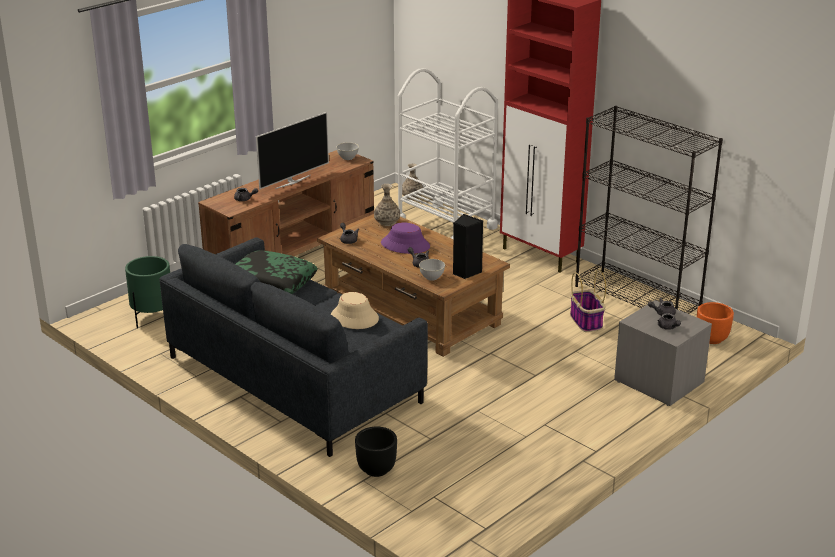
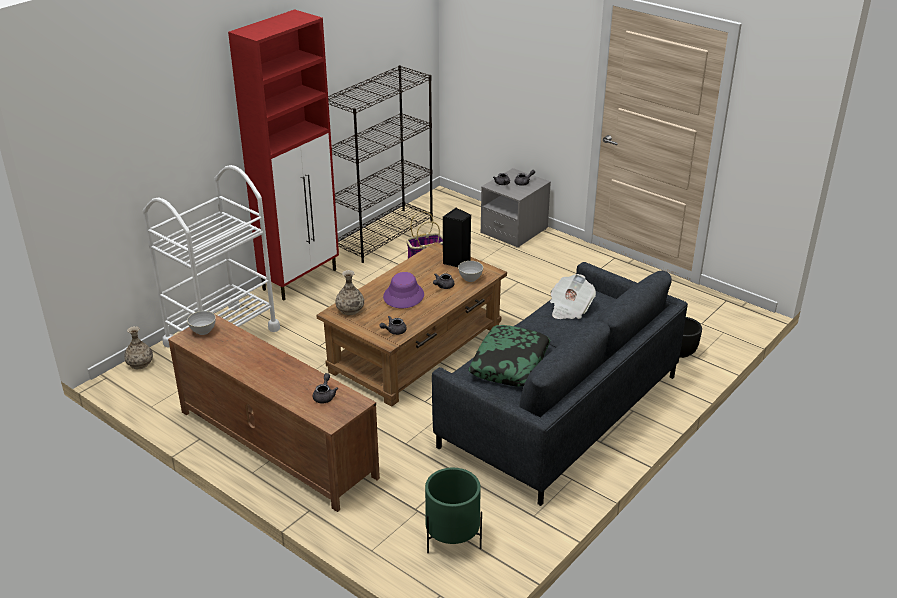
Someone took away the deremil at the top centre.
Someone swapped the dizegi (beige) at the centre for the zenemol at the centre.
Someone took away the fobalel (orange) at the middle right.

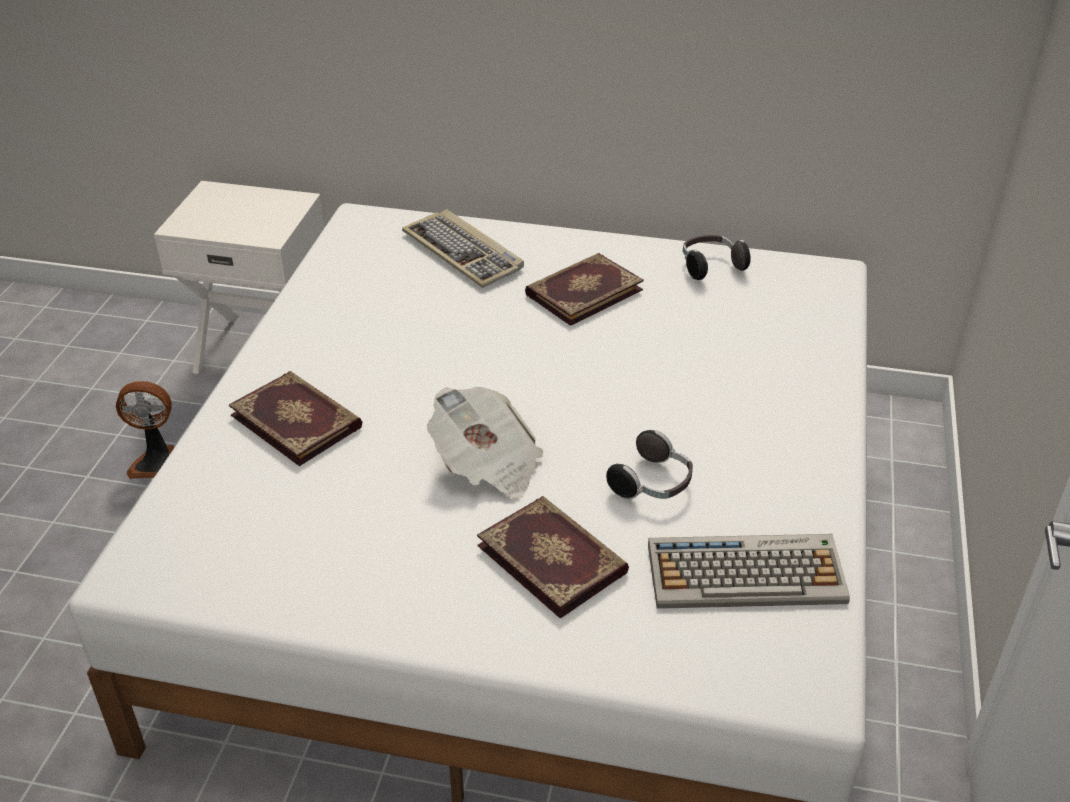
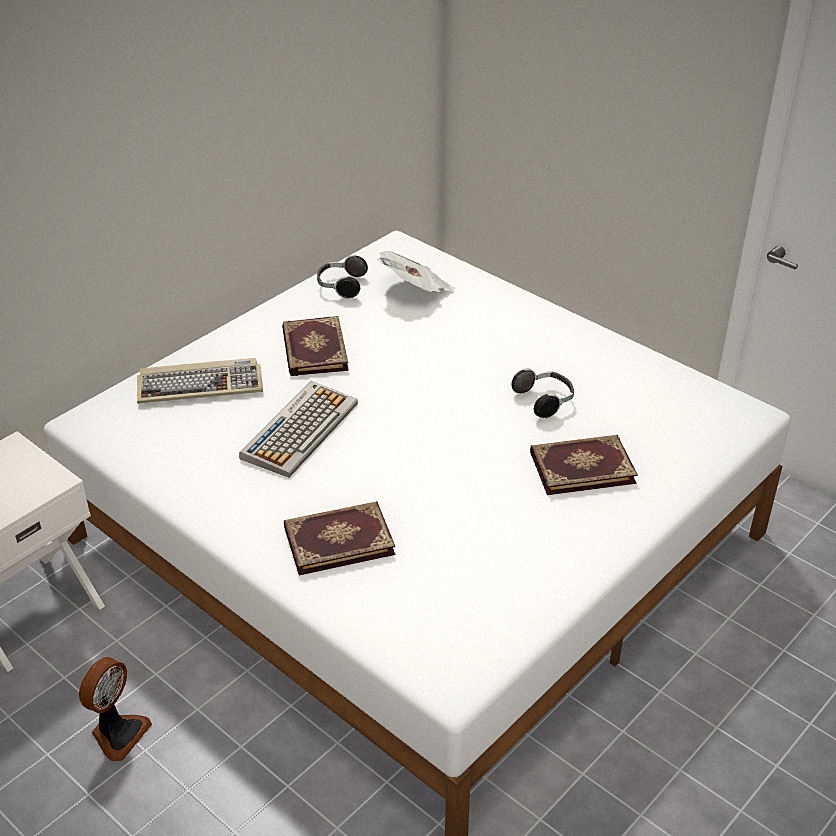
Someone carried the zenemol from the centre to the top centre.
Someone carried the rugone (no. 2 from left) from the bottom right to the centre.

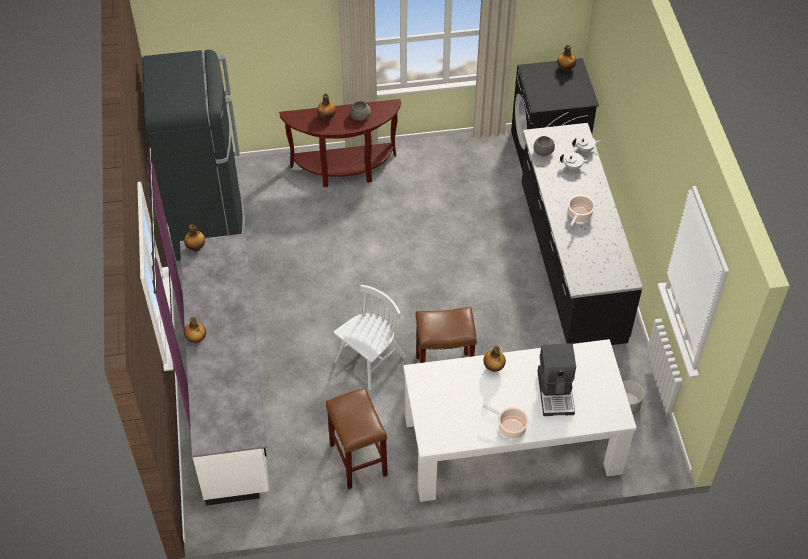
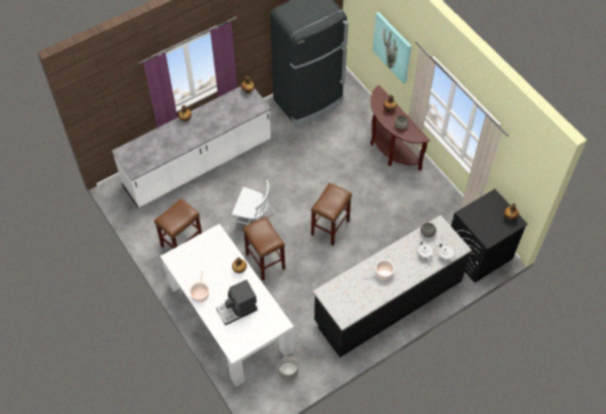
Someone put down the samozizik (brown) (no. 3 from left) at the centre.
Someone put up the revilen at the top centre.

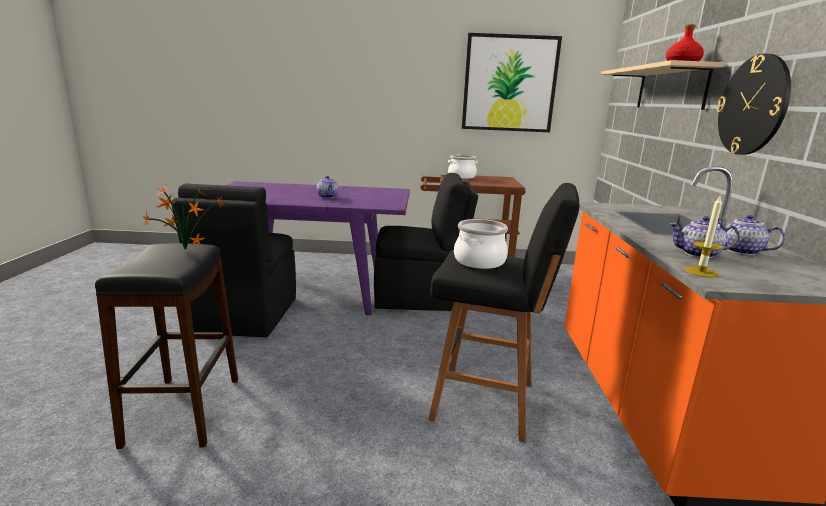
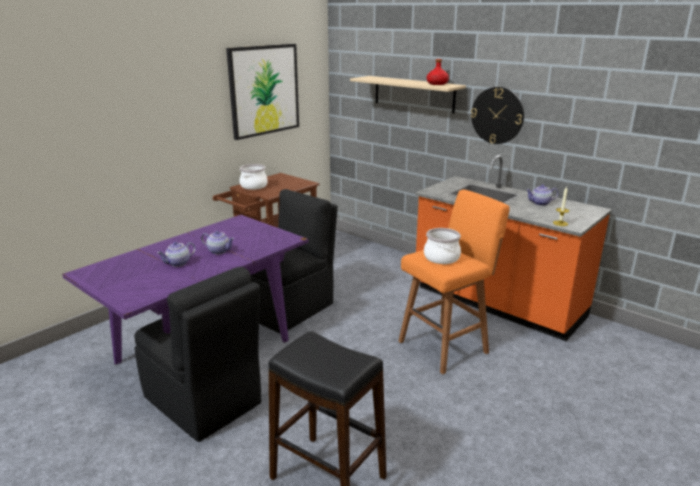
Someone took away the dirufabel at the middle left.
Someone repainted the samozizik (black) (no. 2 from left) at the centre, which became the samozizik (orange) at the centre.
Someone carried the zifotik (no. 2 from left in the first image) from the middle right to the middle left.

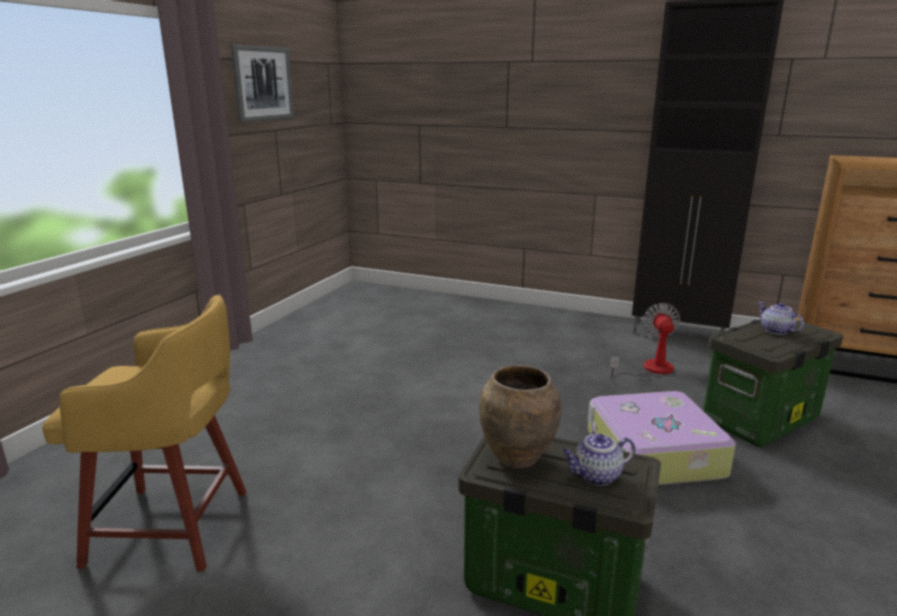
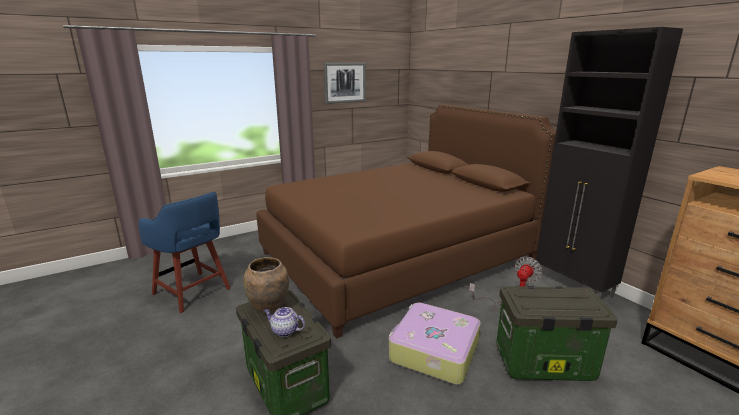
Someone repainted the samozizik (yellow) at the bottom left, which became the samozizik (blue) at the middle left.
Someone took away the zifotik (no. 2 from left) at the middle right.
Someone put down the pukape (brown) at the centre.

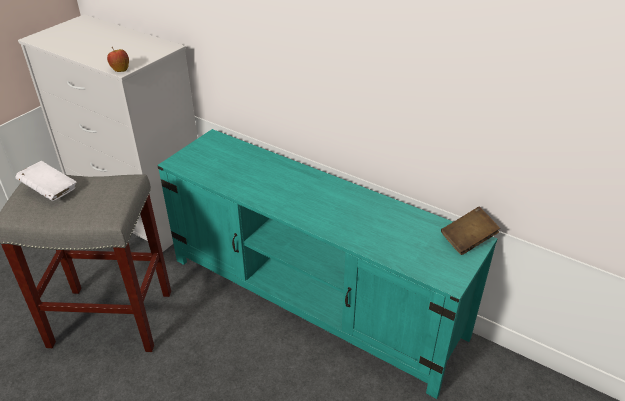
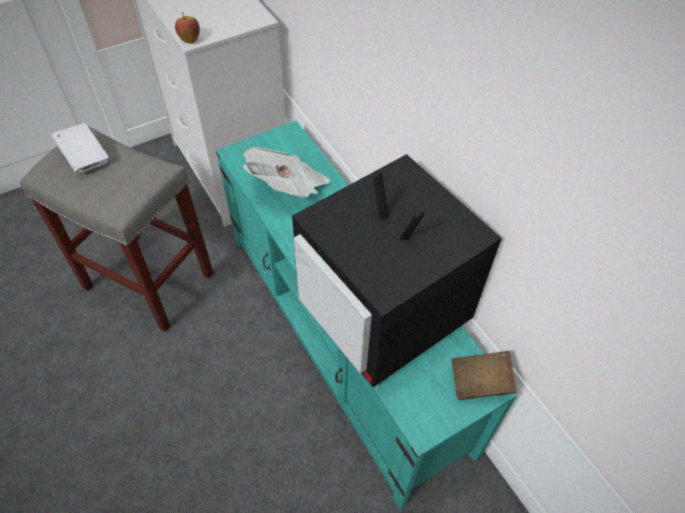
Someone put down the zenemol at the centre.
Someone put down the deremil at the centre.

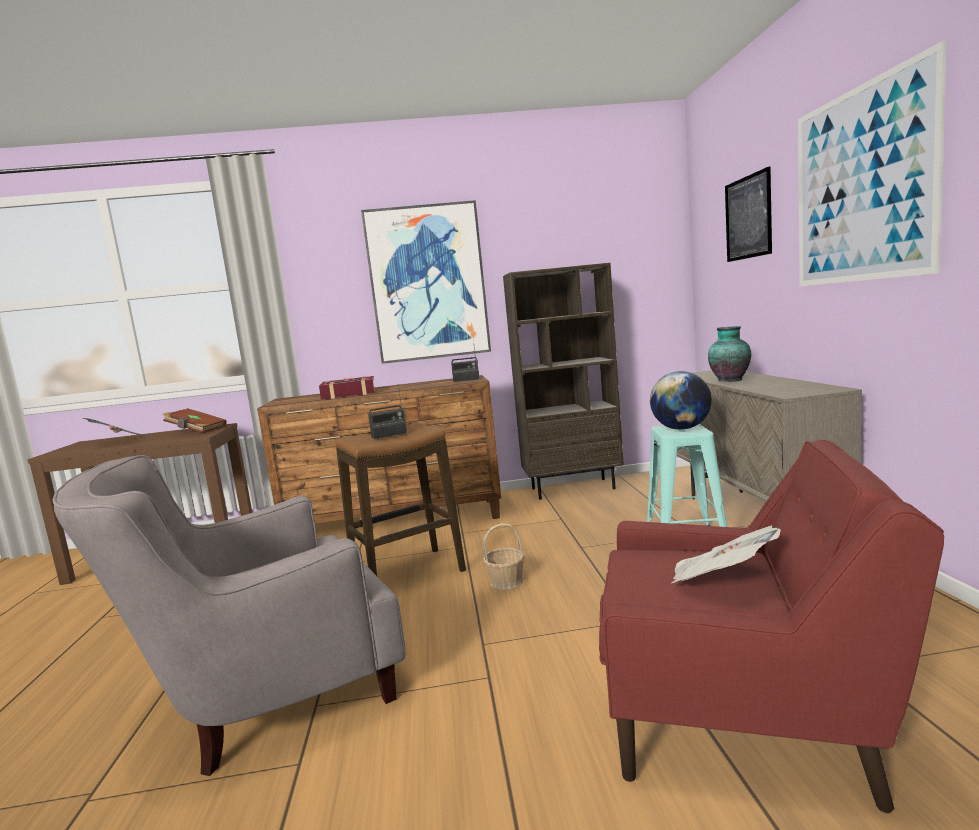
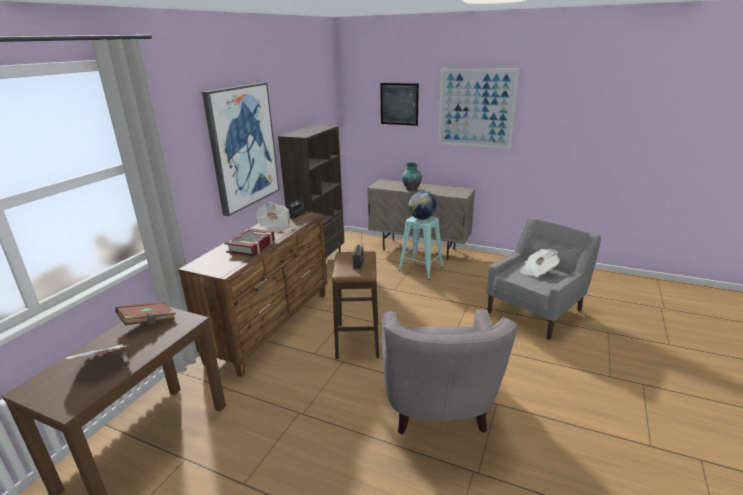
Someone took away the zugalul at the bottom centre.
Someone repainted the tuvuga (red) at the bottom right, which became the tuvuga (grey) (no. 2 from left) at the middle right.
Someone put down the zenemol (no. 2 from left) at the centre.

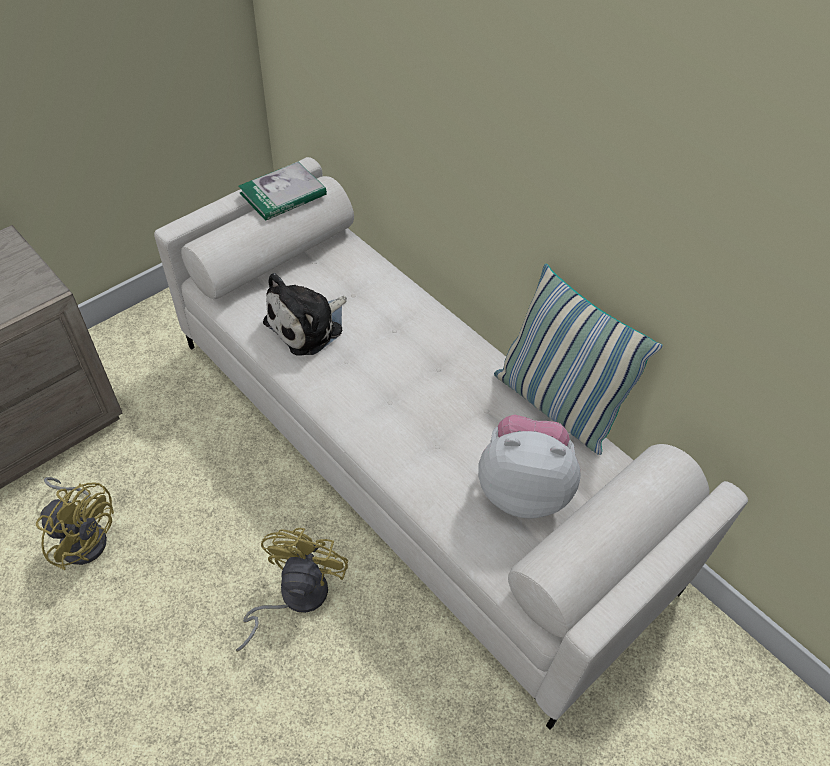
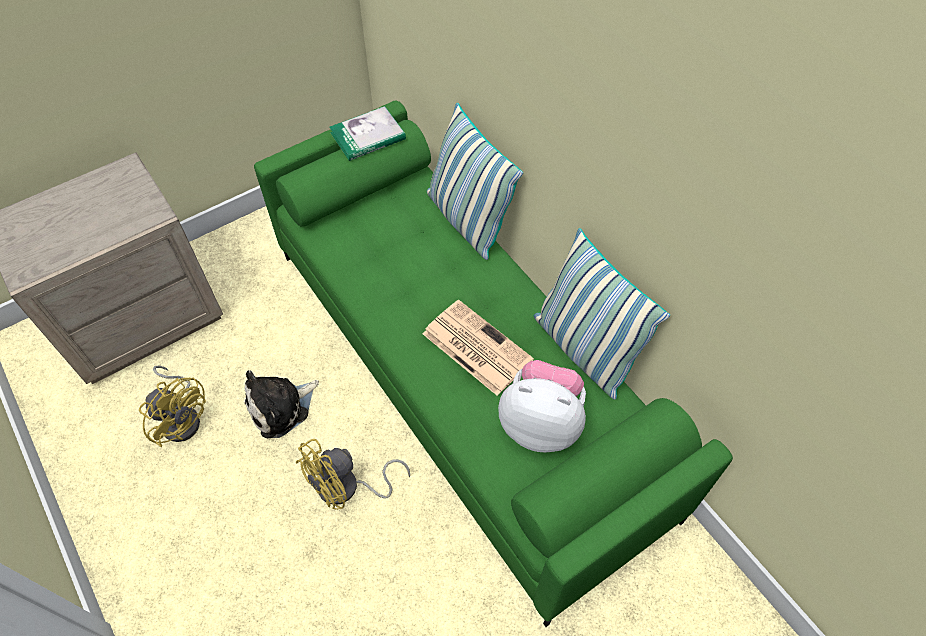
Someone repainted the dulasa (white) at the centre, which became the dulasa (green) at the centre.
Someone rotated the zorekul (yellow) (no. 2 from left) at the bottom centre by 150 degrees counterclockwise.
Someone carried the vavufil (no. 1 from left) from the centre to the middle left.
Someone put down the zenemol at the centre.
Someone put down the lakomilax (no. 1 from left) at the top centre.

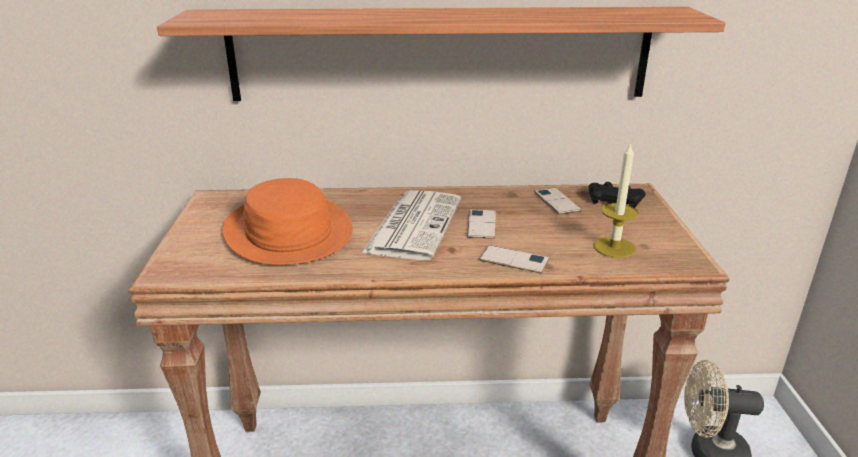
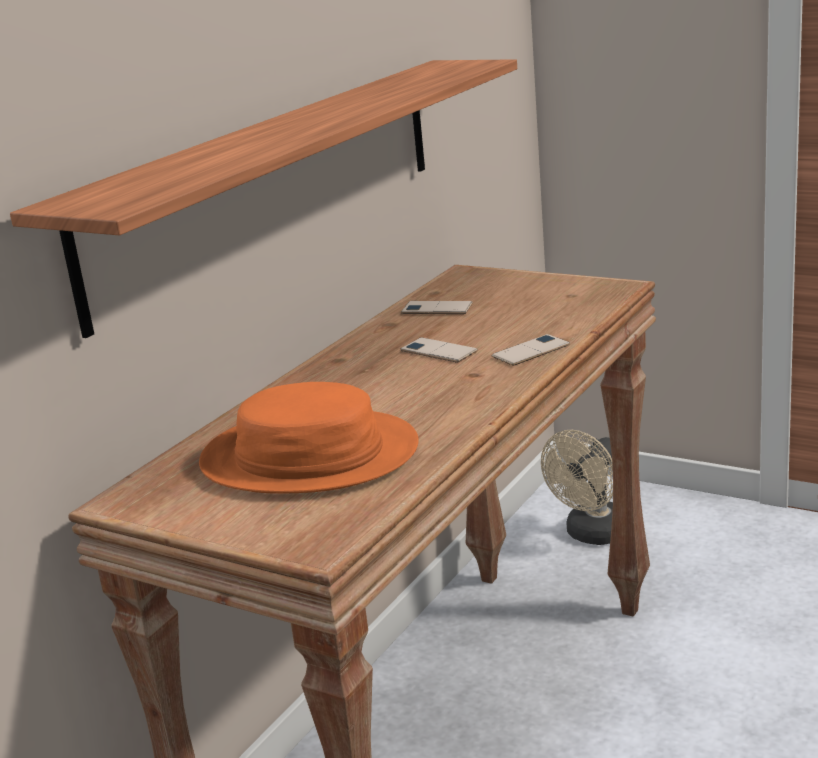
Someone took away the zenemol at the centre.
Someone took away the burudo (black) at the middle right.
Someone took away the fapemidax at the middle right.

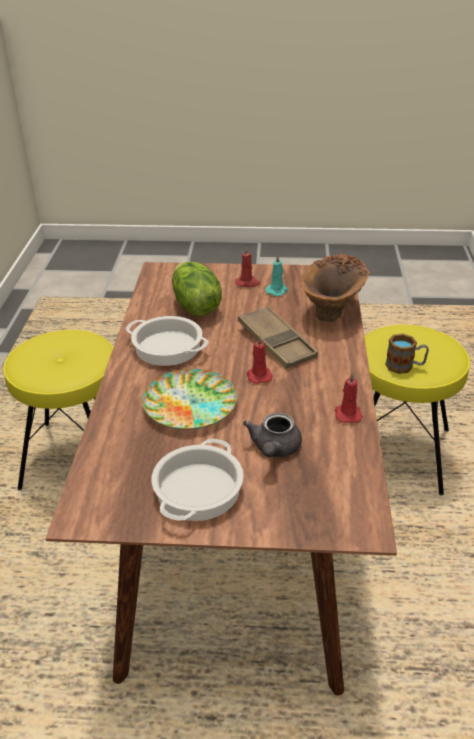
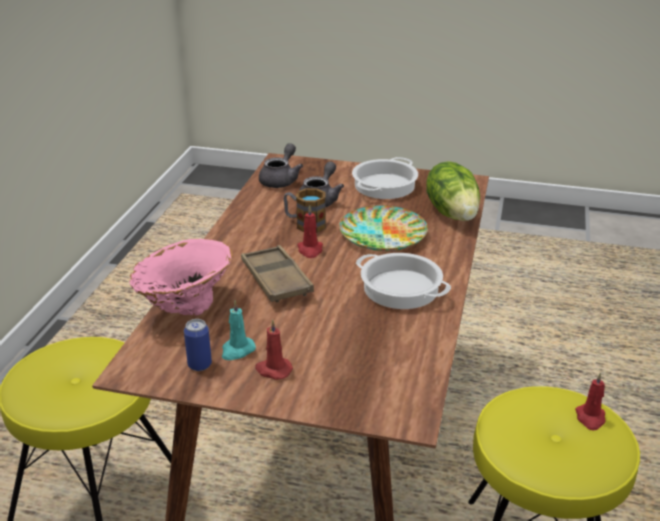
Someone carried the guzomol from the centre to the middle right.
Someone repainted the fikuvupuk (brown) at the middle right, which became the fikuvupuk (pink) at the middle left.
Someone carried the fapemidax (red) (no. 3 from left) from the middle right to the bottom right.
Someone carried the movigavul from the middle right to the centre.
Someone put down the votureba at the middle left.
Someone put down the zifotik (grey) (no. 1 from left) at the top centre.

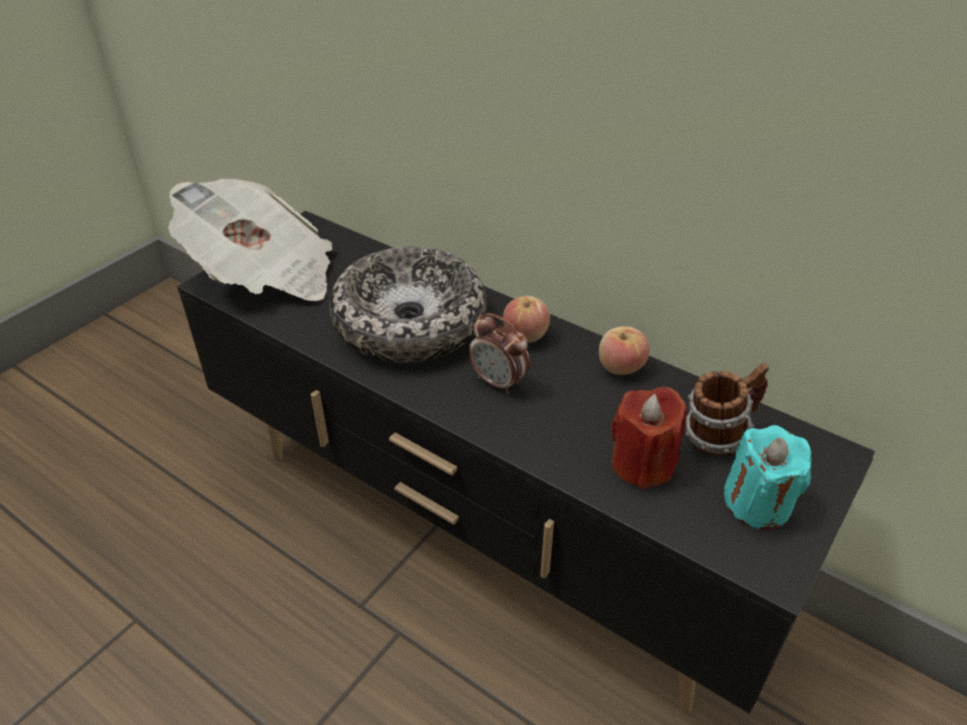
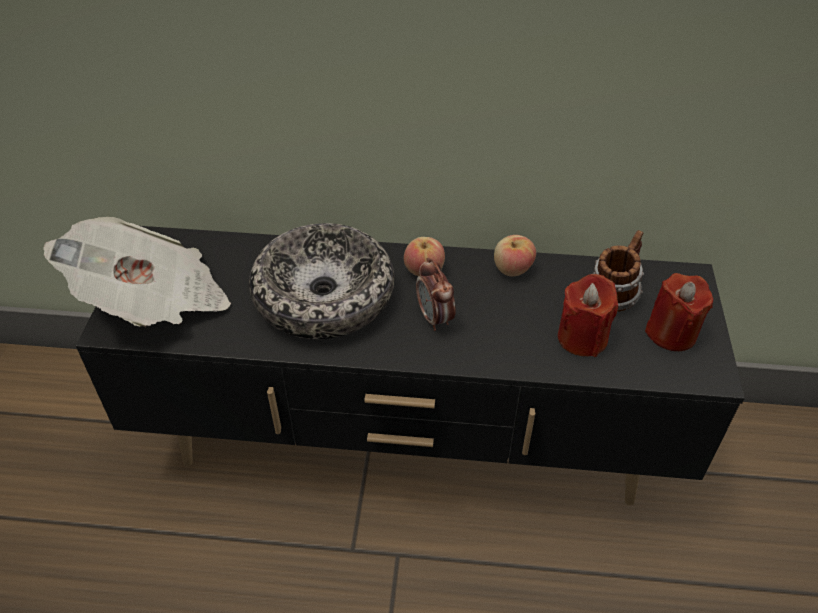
Someone rotated the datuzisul at the centre by 60 degrees clockwise.
Someone repainted the fapemidax (turquoise) at the middle right, which became the fapemidax (red) (no. 2 from left) at the middle right.

